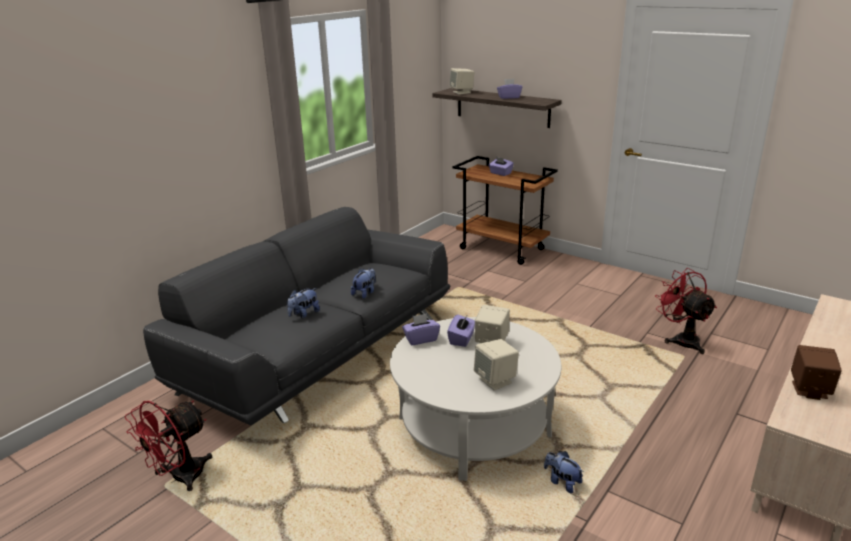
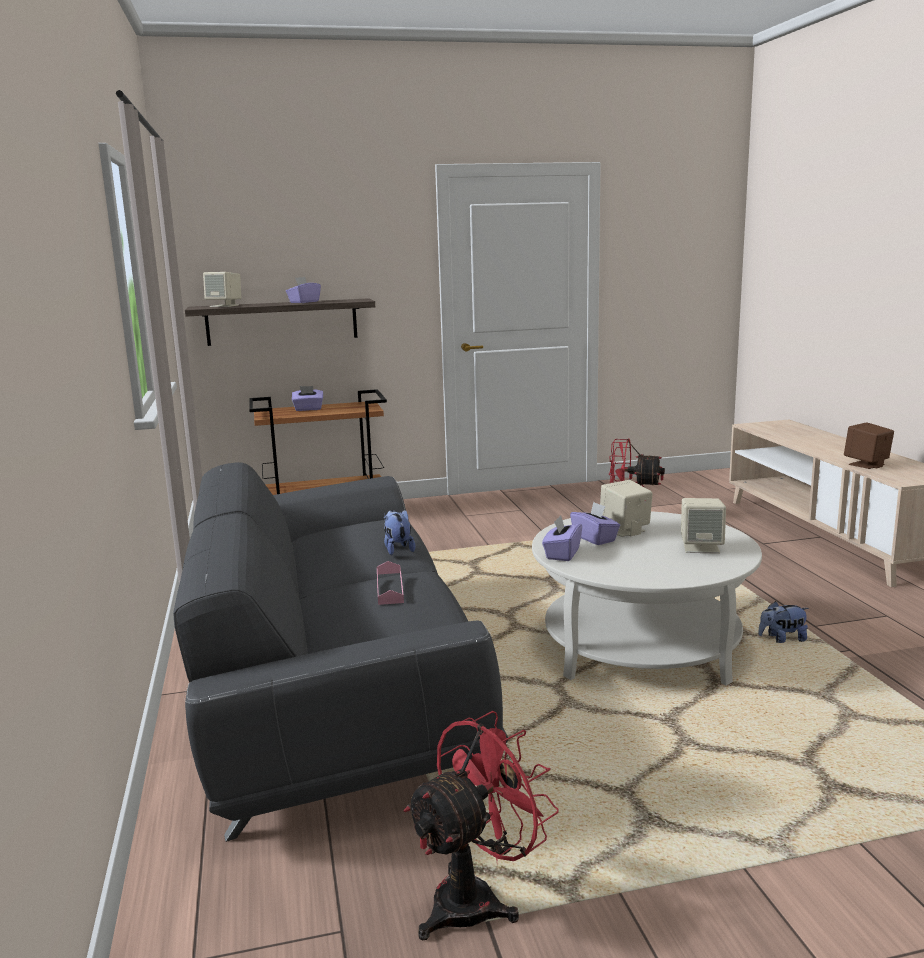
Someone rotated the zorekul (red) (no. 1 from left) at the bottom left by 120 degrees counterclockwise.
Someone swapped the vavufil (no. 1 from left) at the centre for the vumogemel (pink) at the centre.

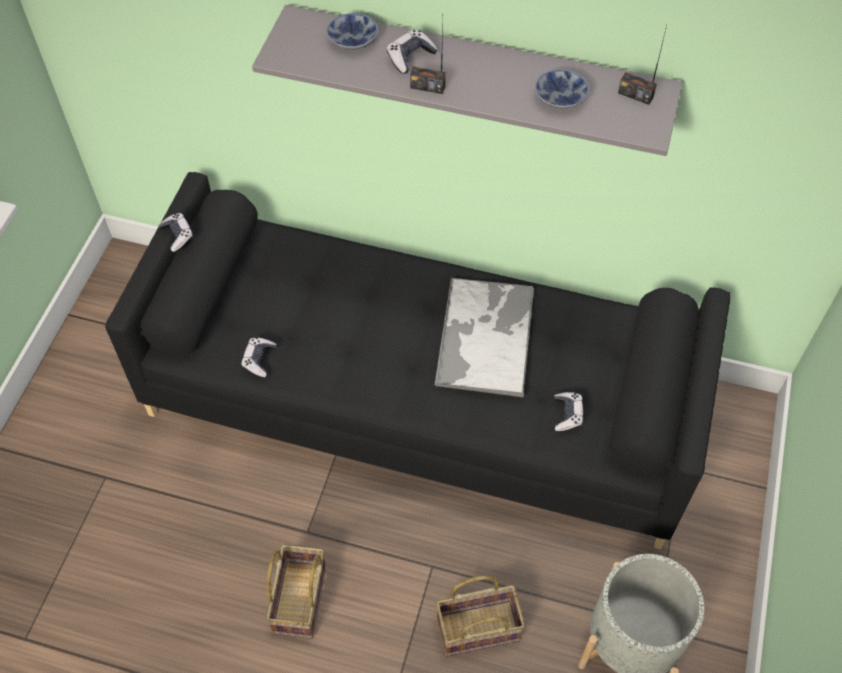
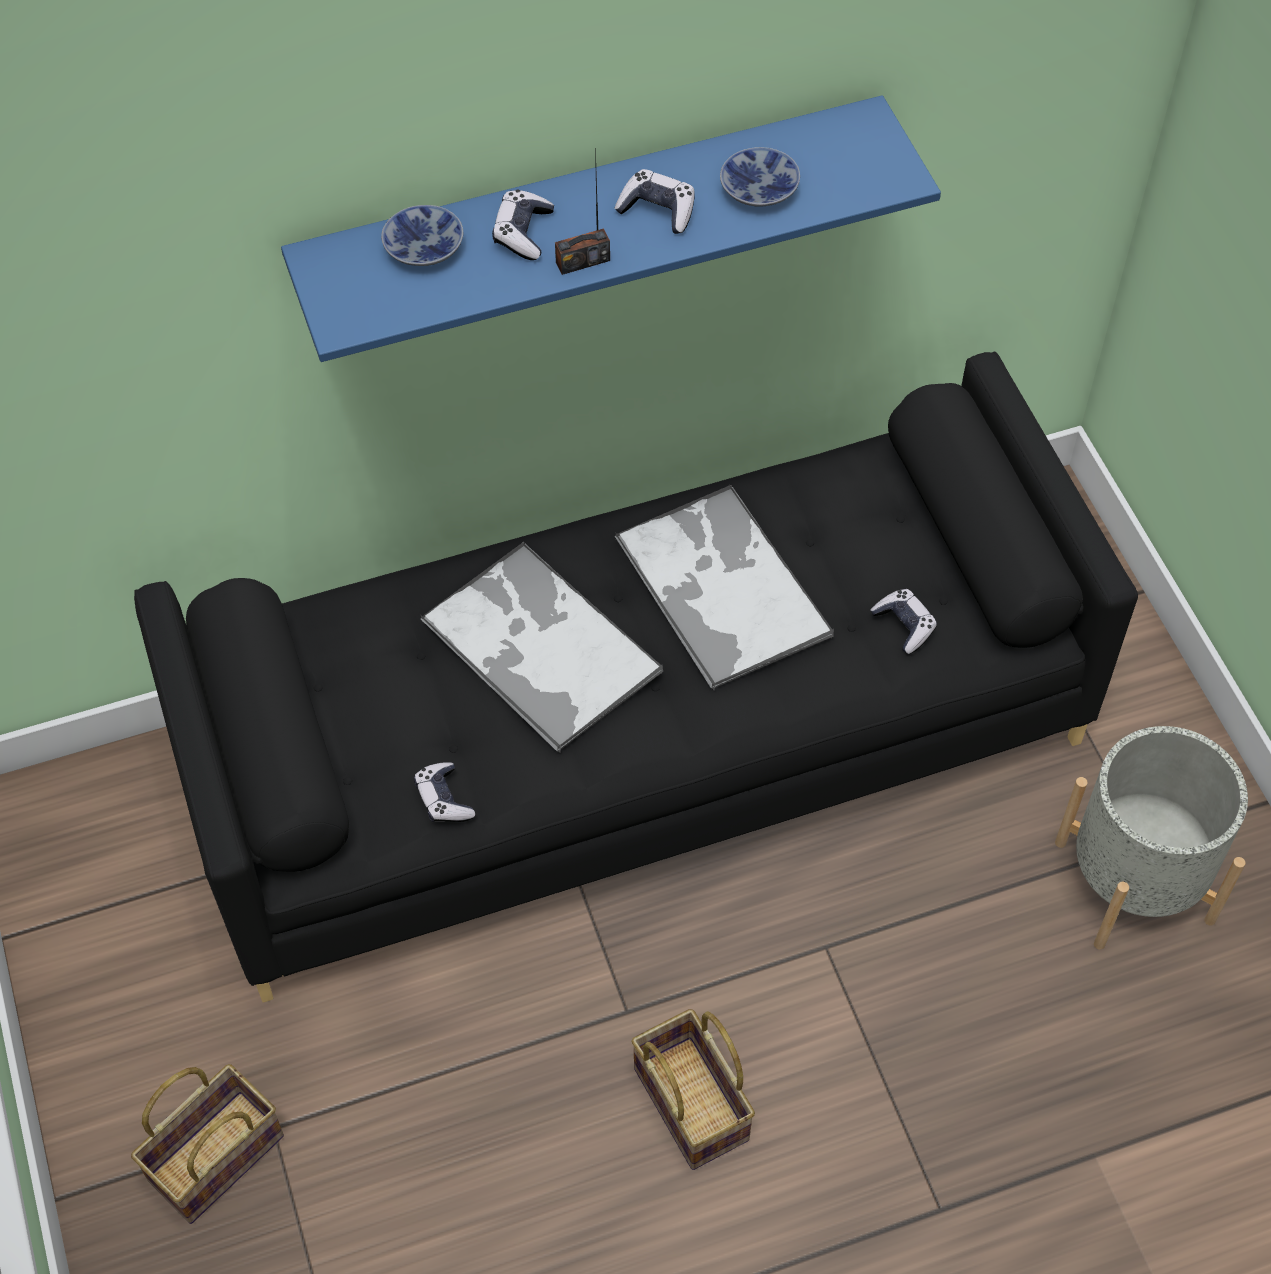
Someone carried the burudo (no. 1 from left in the first image) from the middle left to the top centre.
Someone repainted the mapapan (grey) at the top centre, which became the mapapan (blue) at the top centre.
Someone carried the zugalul (no. 2 from left in the first image) from the bottom centre to the bottom left.
Someone took away the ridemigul (no. 2 from left) at the top right.
Someone put down the vumogemel (no. 1 from left) at the centre.

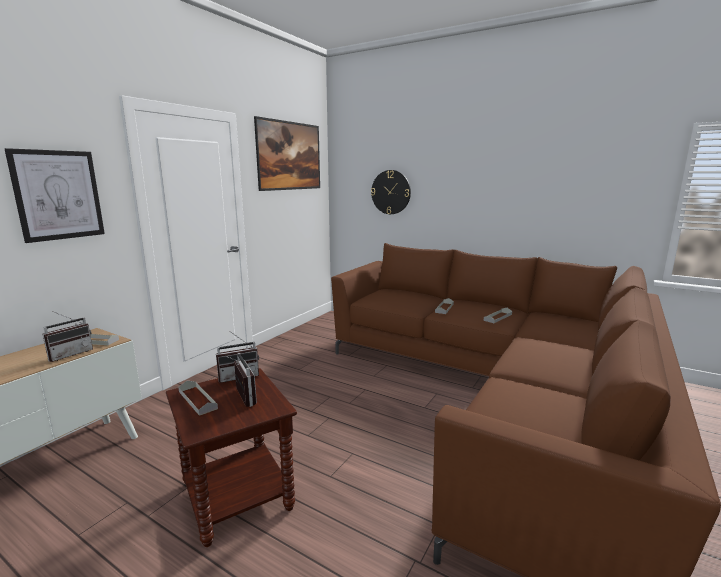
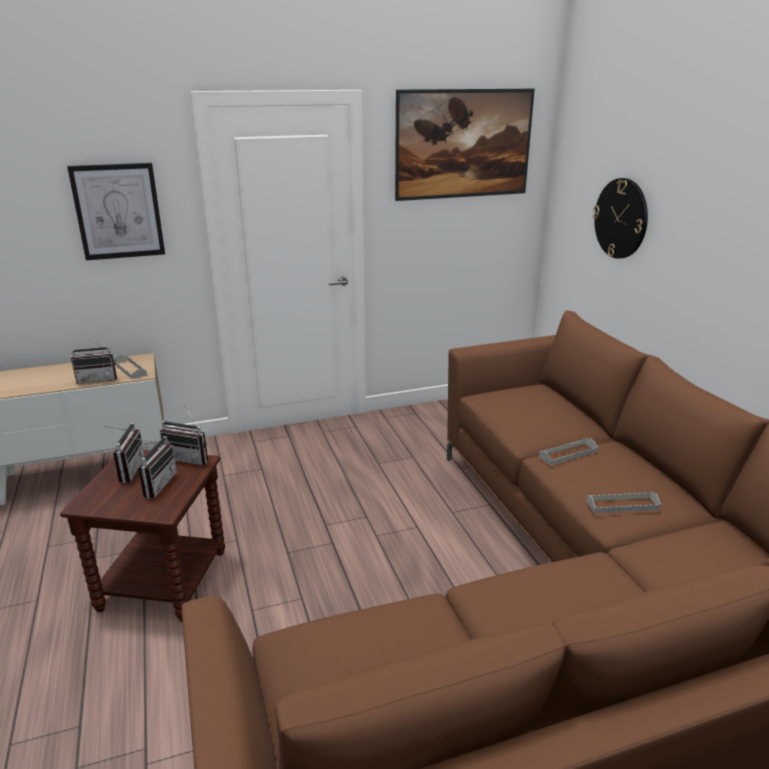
Someone swapped the vumogemel (grey) (no. 2 from left) at the bottom left for the ridemigul (no. 2 from left) at the middle left.

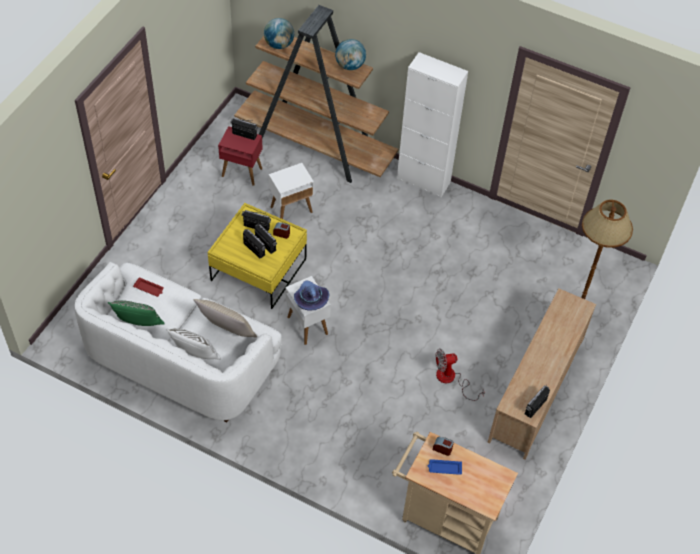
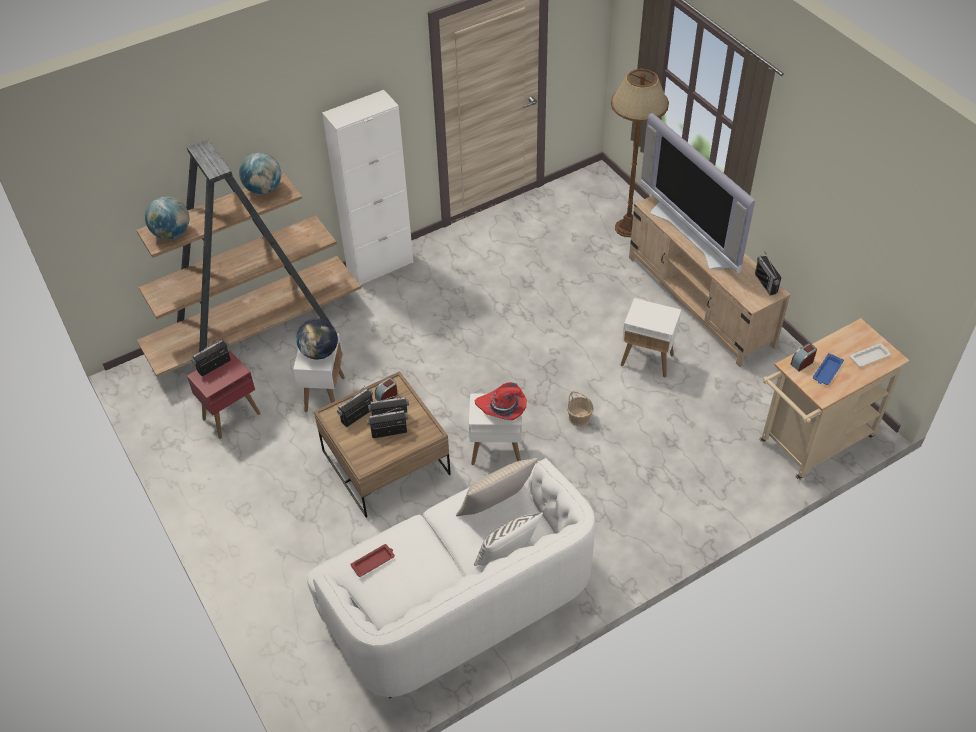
Someone took away the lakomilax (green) at the middle left.
Someone repainted the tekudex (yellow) at the centre, which became the tekudex (brown) at the centre.
Someone repainted the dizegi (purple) at the centre, which became the dizegi (red) at the centre.
Someone swapped the zorekul at the bottom centre for the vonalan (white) (no. 3 from left) at the centre.
Someone put down the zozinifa (no. 3 from left) at the middle left.
Someone put down the zugalul at the centre.
Someone put down the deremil at the top right.
Someone put down the vumogemel (white) at the middle right.

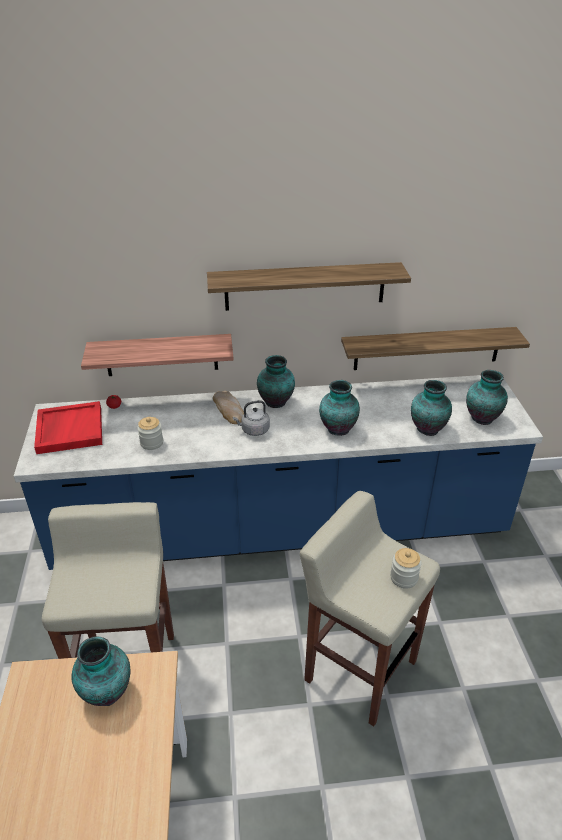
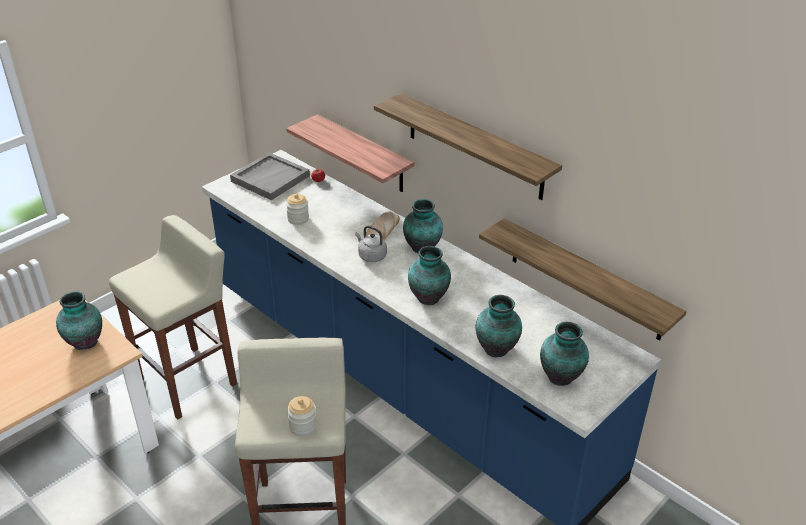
Someone repainted the vumogemel (red) at the middle left, which became the vumogemel (grey) at the centre.

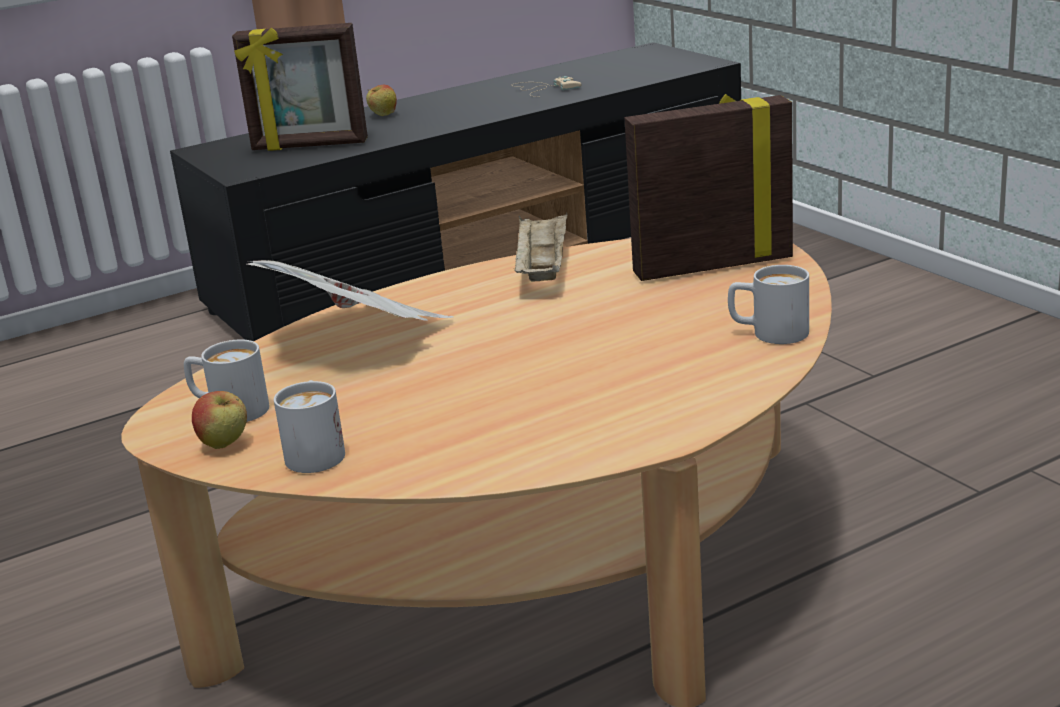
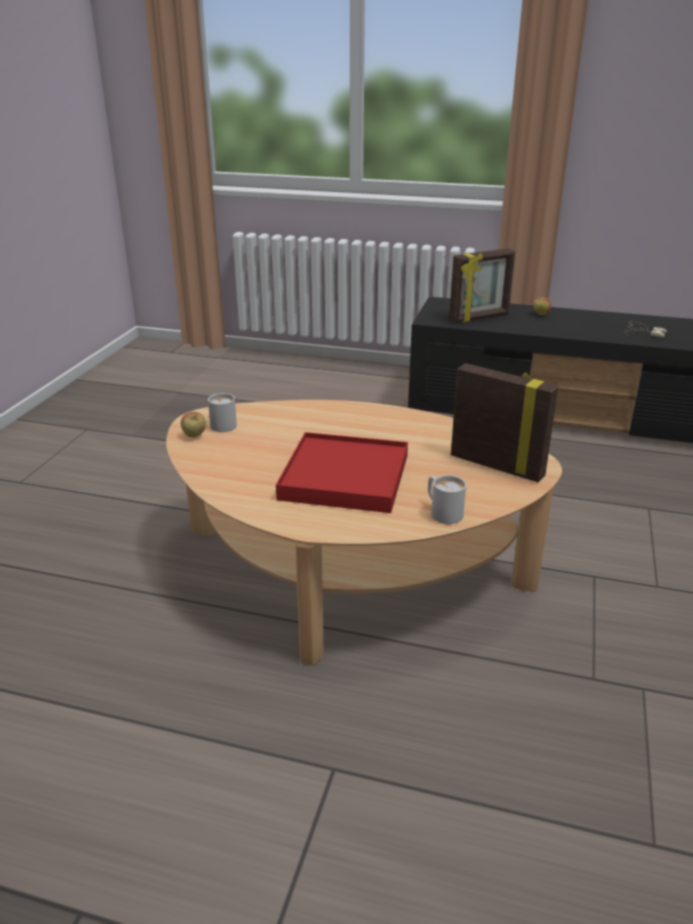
Someone rotated the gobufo (no. 1 from left) at the top left by 75 degrees counterclockwise.
Someone took away the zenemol at the middle left.
Someone took away the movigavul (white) (no. 2 from left) at the middle left.
Someone took away the vumogemel (beige) at the centre.
Someone put down the vumogemel (red) at the centre.

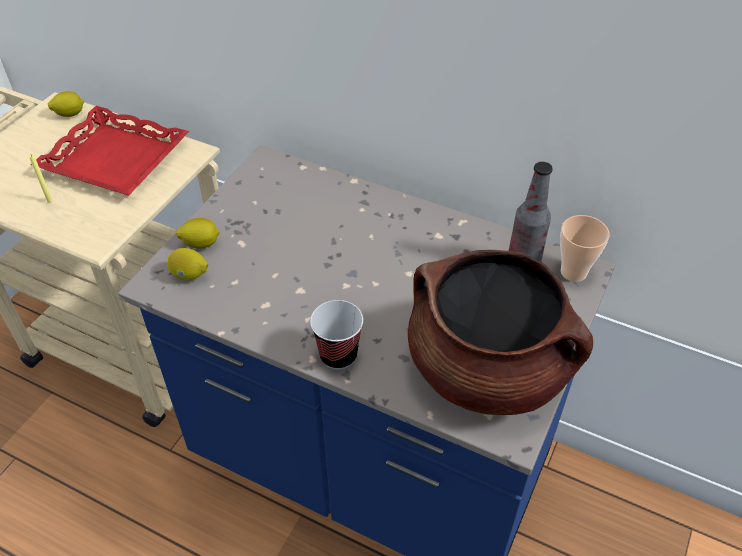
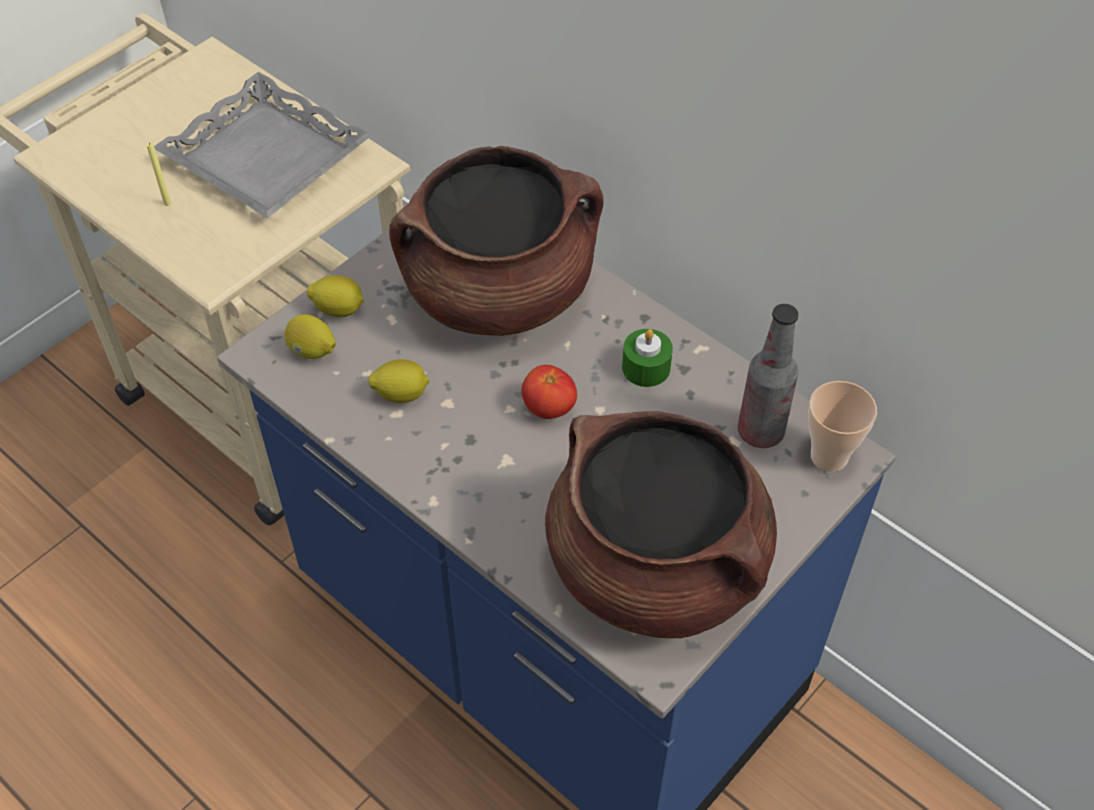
Someone repainted the vumogemel (red) at the top left, which became the vumogemel (grey) at the top left.
Someone carried the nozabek (no. 1 from left in the first image) from the top left to the centre.
Someone took away the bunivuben (no. 1 from left) at the centre.
Someone put down the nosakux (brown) (no. 1 from left) at the top centre.
Someone put down the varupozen at the centre.
Someone put down the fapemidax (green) at the centre.

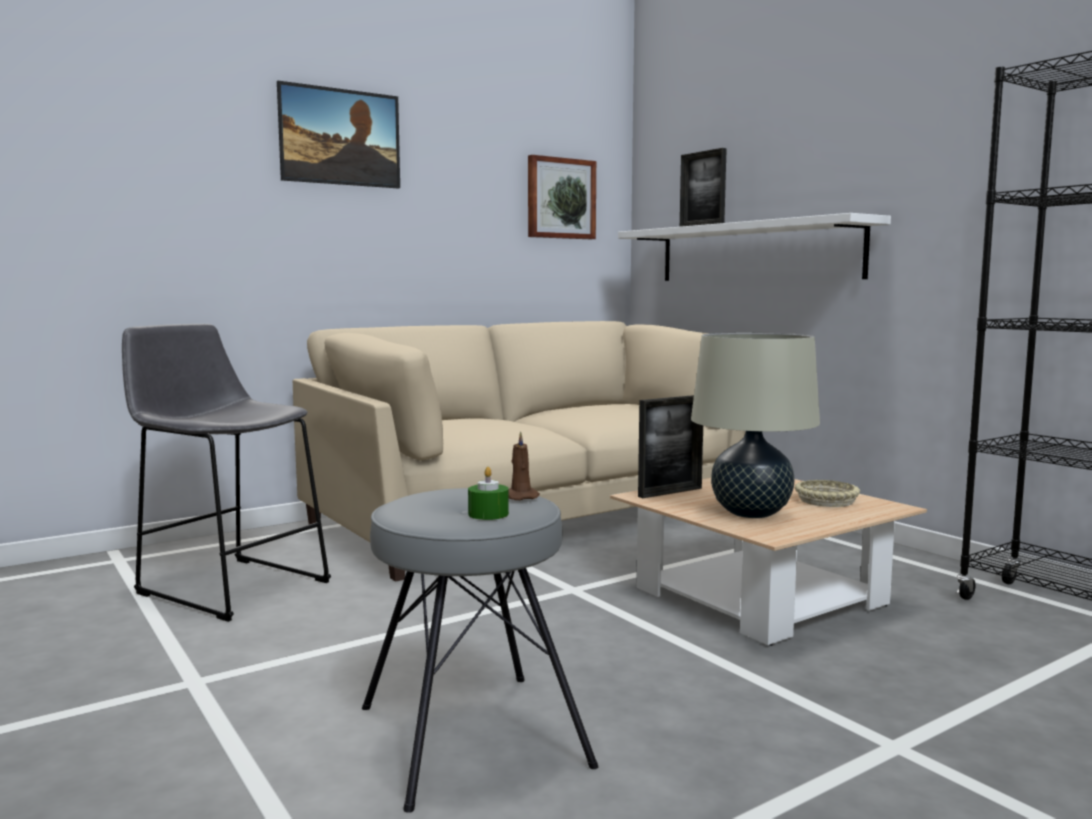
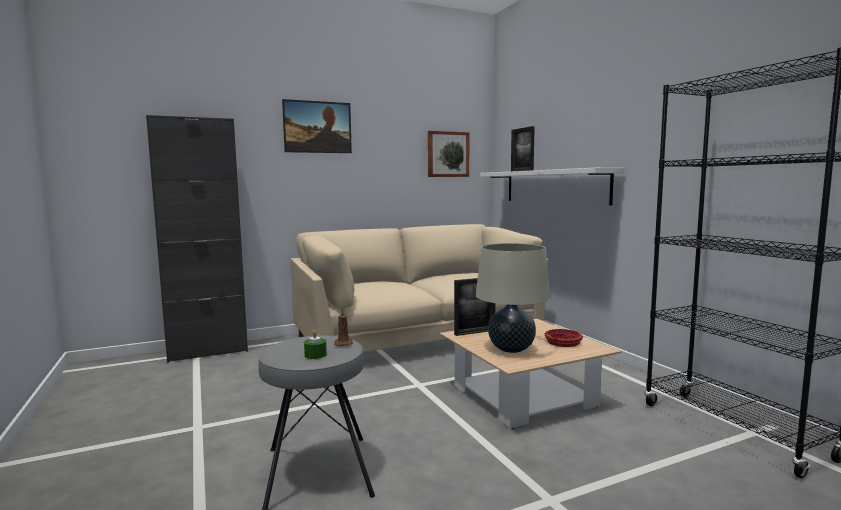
Someone took away the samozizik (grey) (no. 1 from left) at the middle left.
Someone repainted the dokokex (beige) at the middle right, which became the dokokex (red) at the middle right.
Someone put down the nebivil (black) at the middle left.

